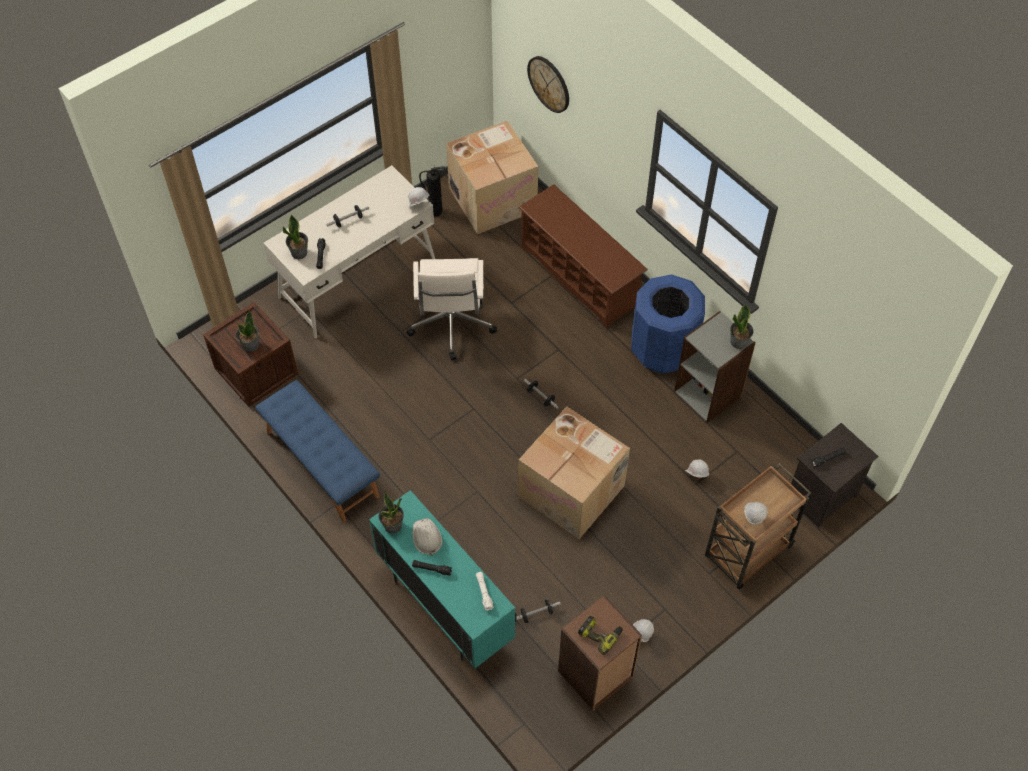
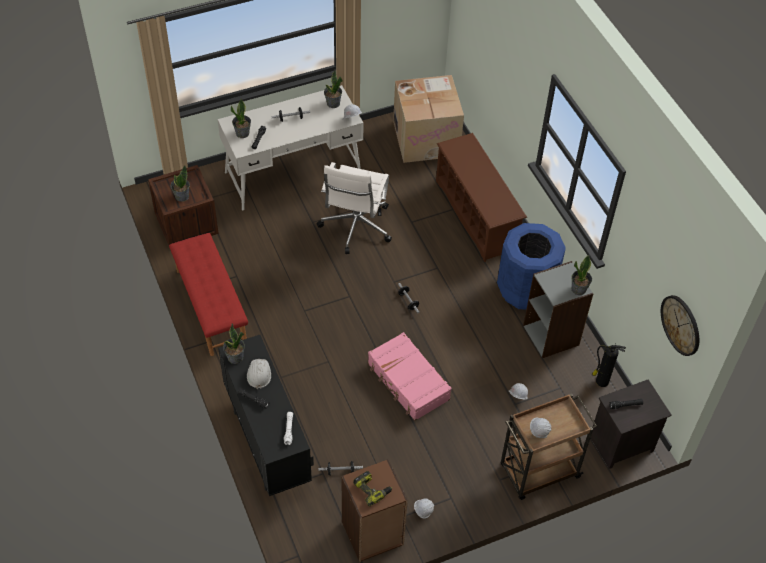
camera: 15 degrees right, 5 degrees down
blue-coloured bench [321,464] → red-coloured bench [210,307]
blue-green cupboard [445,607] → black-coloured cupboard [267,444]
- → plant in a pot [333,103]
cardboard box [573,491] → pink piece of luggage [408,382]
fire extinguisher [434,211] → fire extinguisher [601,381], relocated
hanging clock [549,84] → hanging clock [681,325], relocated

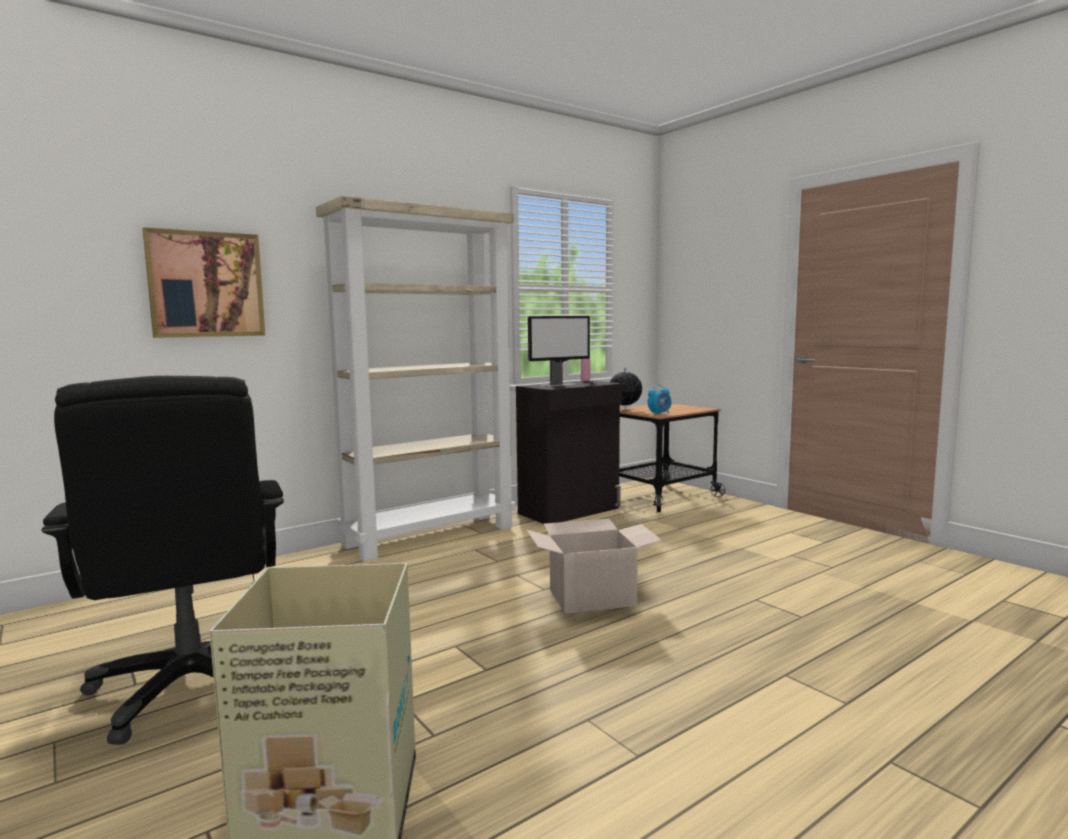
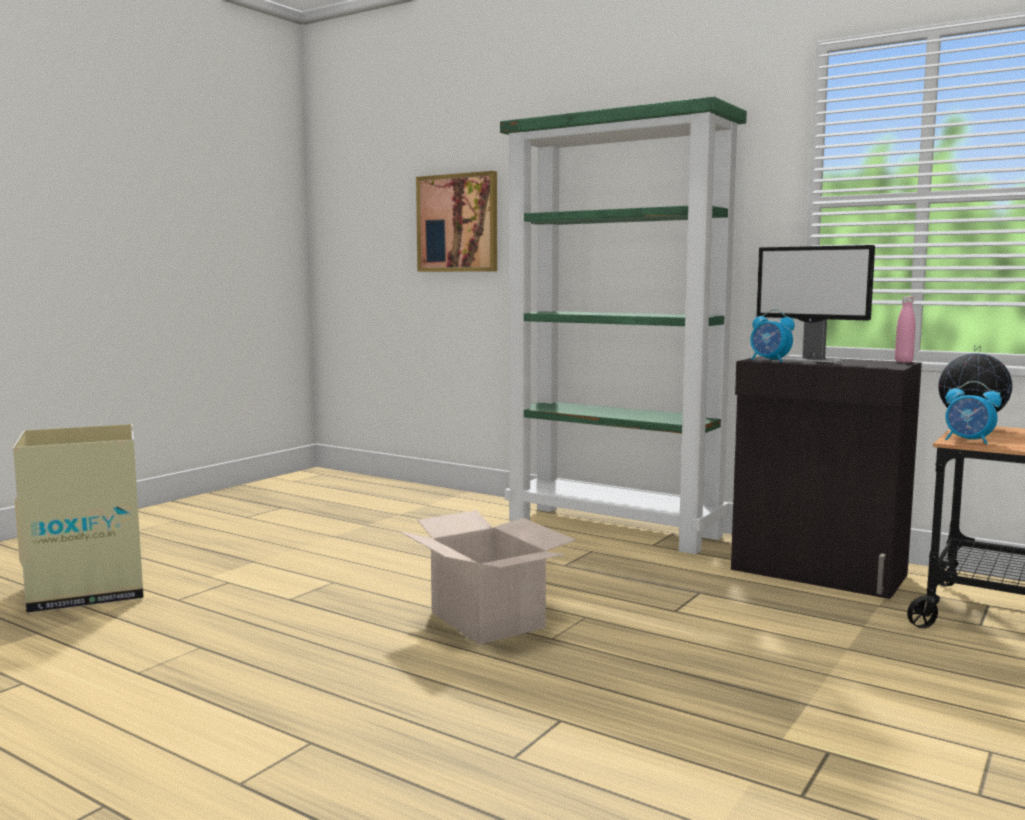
camera: 70 degrees right, 0 degrees up
beige-coloured bookshelf [431,535] → green-coloured bookshelf [615,528]
- → bedside clock [770,361]
black-coloured computer chair [192,685] → -

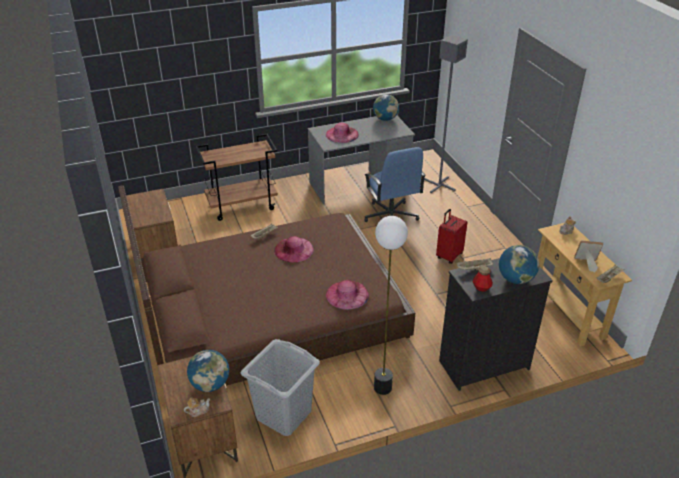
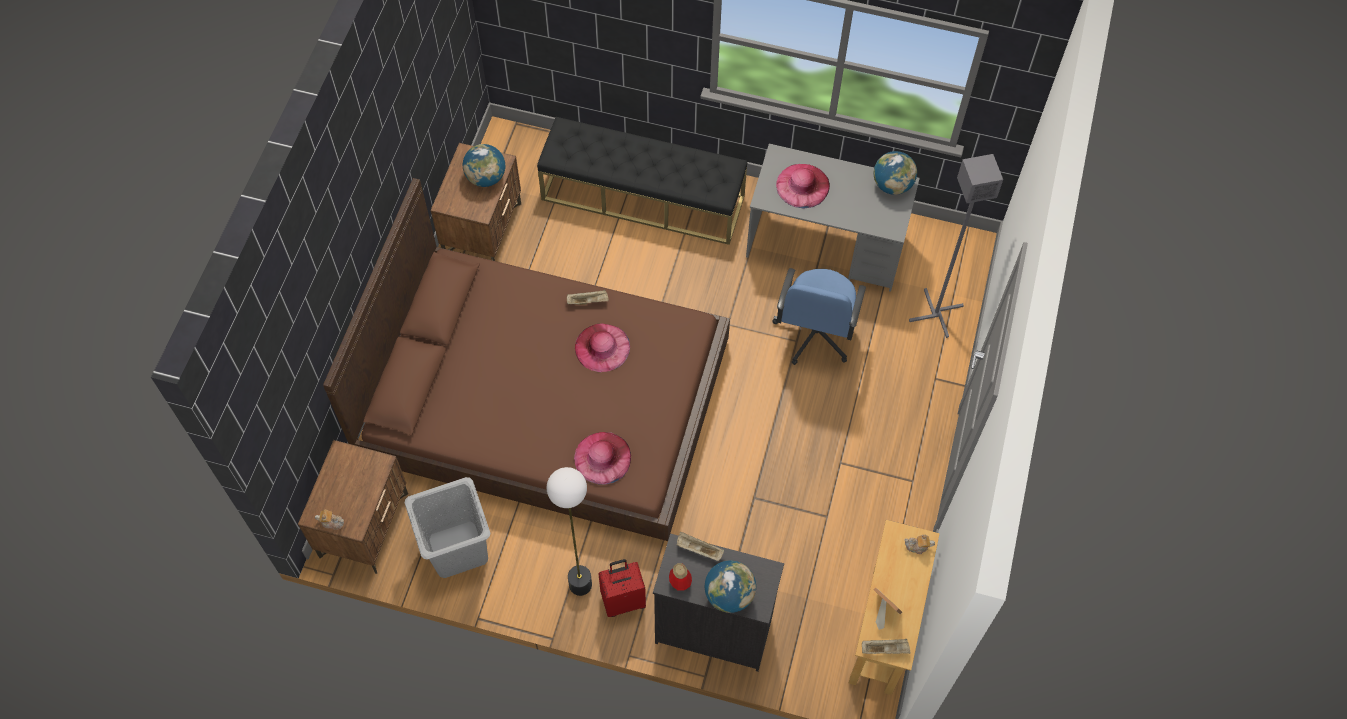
camera: 35 degrees right, 25 degrees up
world globe [210,384] → world globe [486,177], relocated
brown-coloured cart [242,205] → black-coloured bench [643,197]
red-coloured piece of luggage [449,256] → red-coloured piece of luggage [623,600], relocated

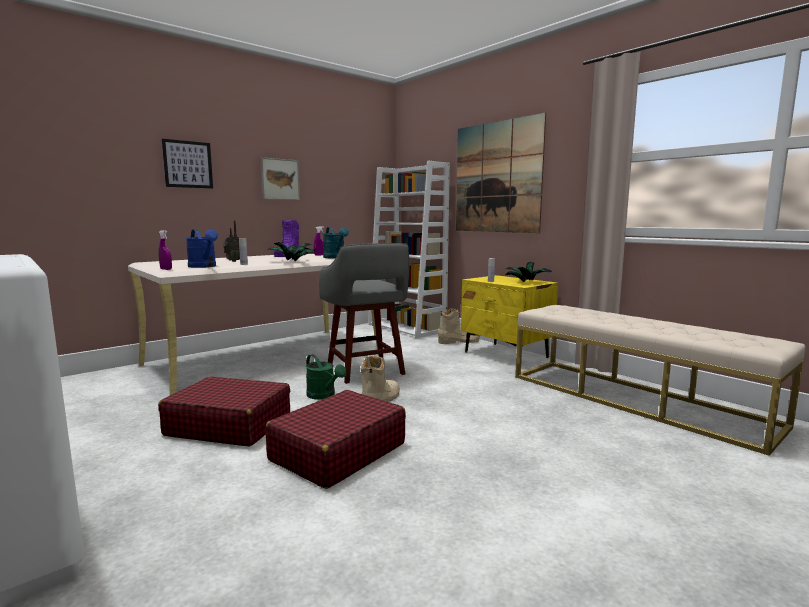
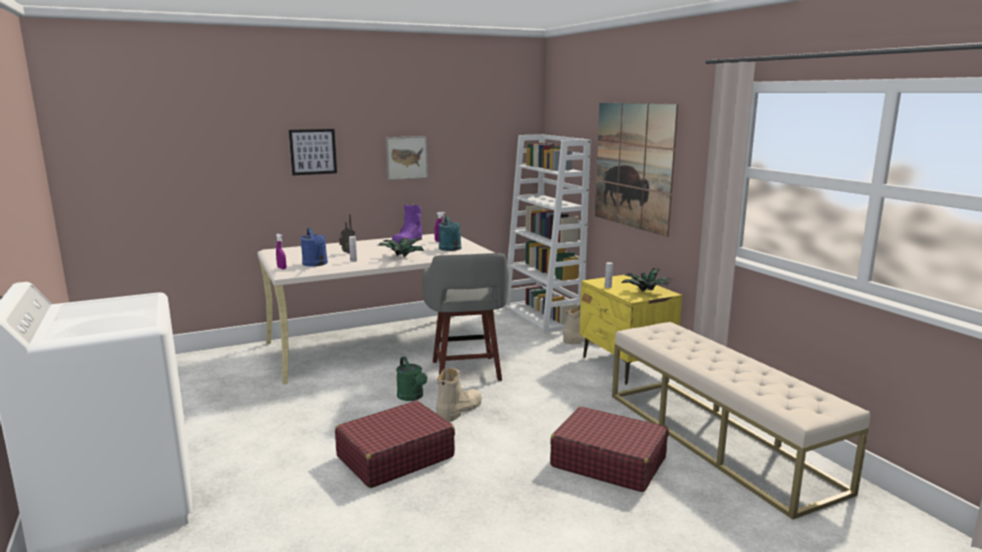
camera: 15 degrees right, 5 degrees up
red-coloured piece of luggage [229,425] → red-coloured piece of luggage [608,462], relocated

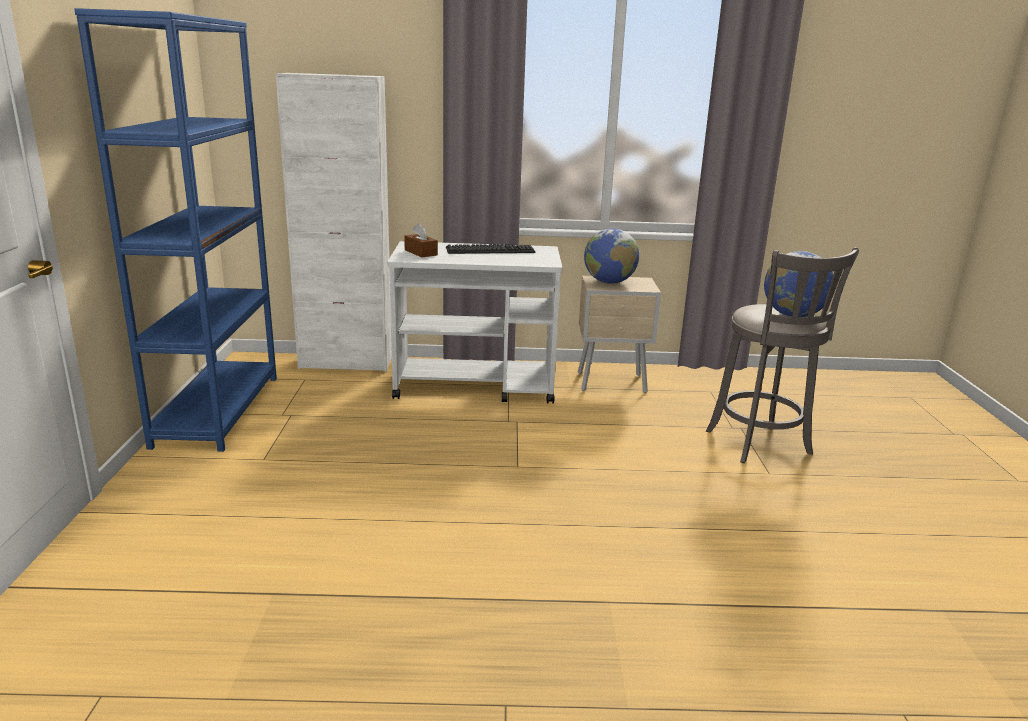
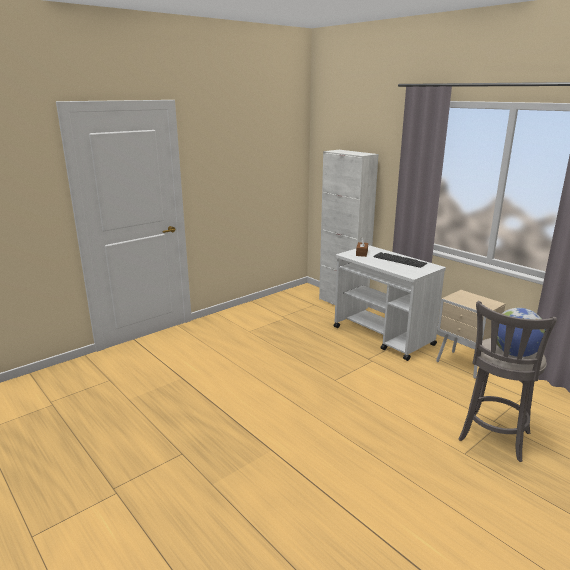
camera: 50 degrees right, 0 degrees up
blue-coloured bookshelf [218,410] → -
world globe [609,282] → -

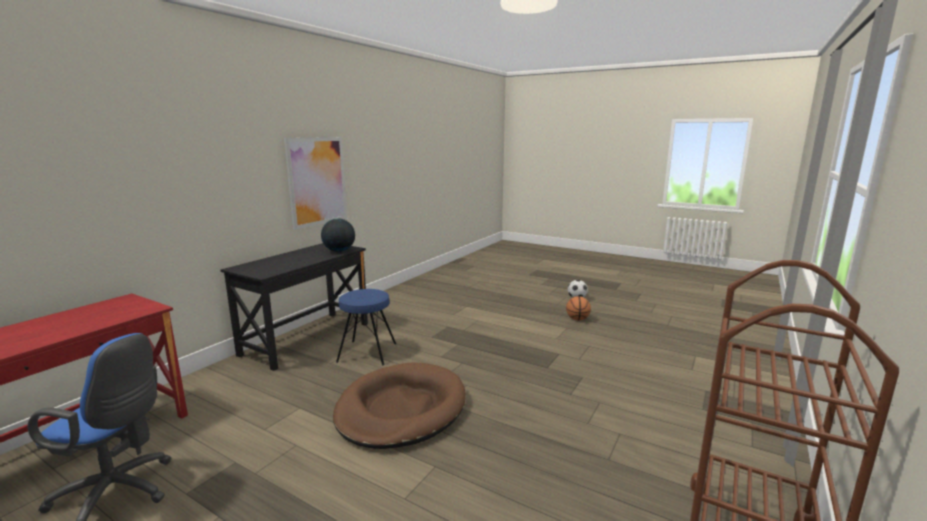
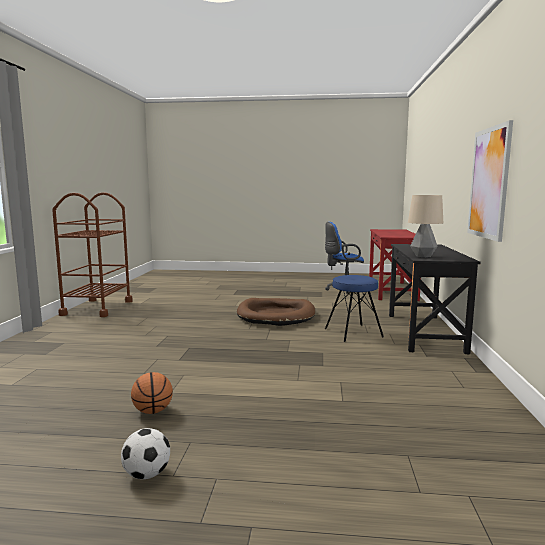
camera: 155 degrees right, 5 degrees down
world globe [339,251] → table lamp [423,256]

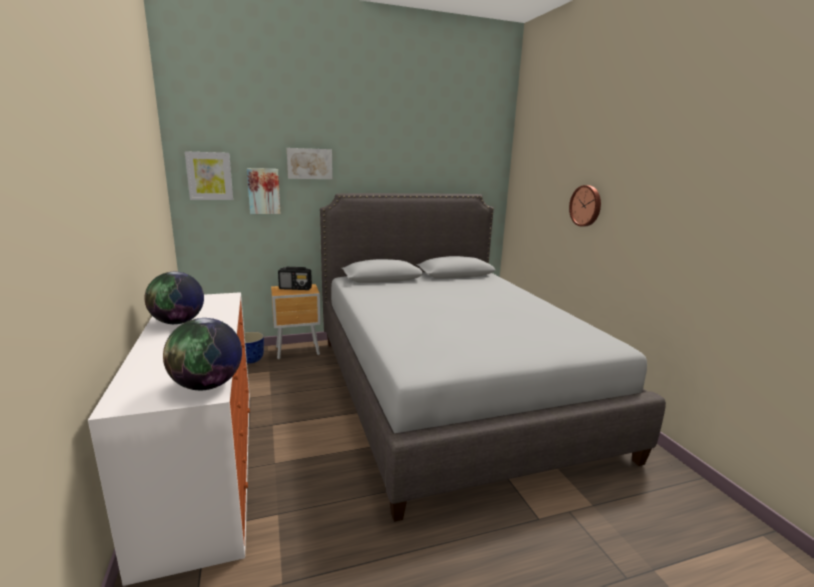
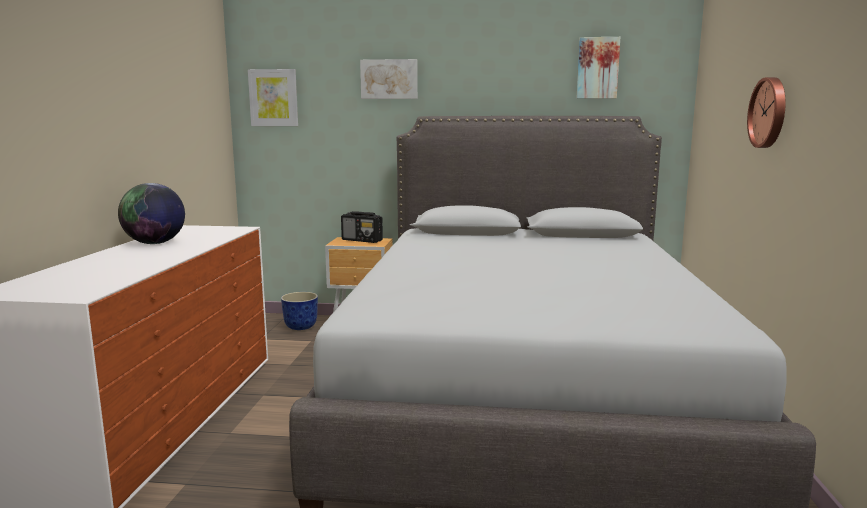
camera: 25 degrees right, 5 degrees down
wall picture [264,191] → wall picture [597,68], relocated
world globe [207,385] → -

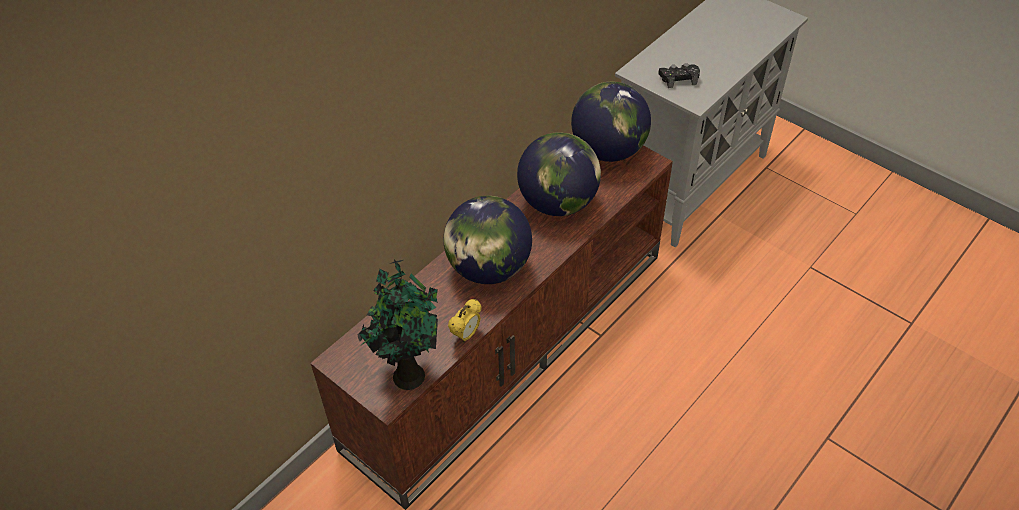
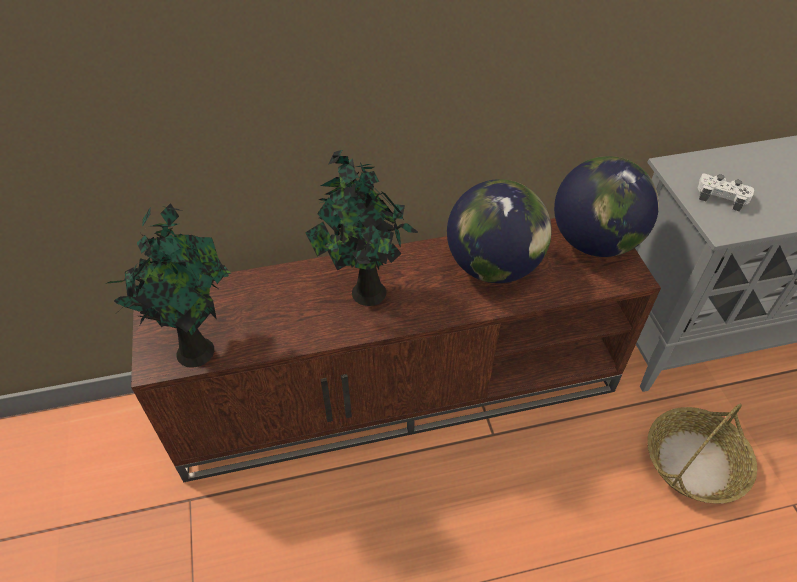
camera: 35 degrees right, 0 degrees up
world globe [488,268] → plant in a pot [365,292]
- → basket [694,463]
black-coloured joypad [678,78] → whitish joypad [722,195]
bedside clock [466,335] → -

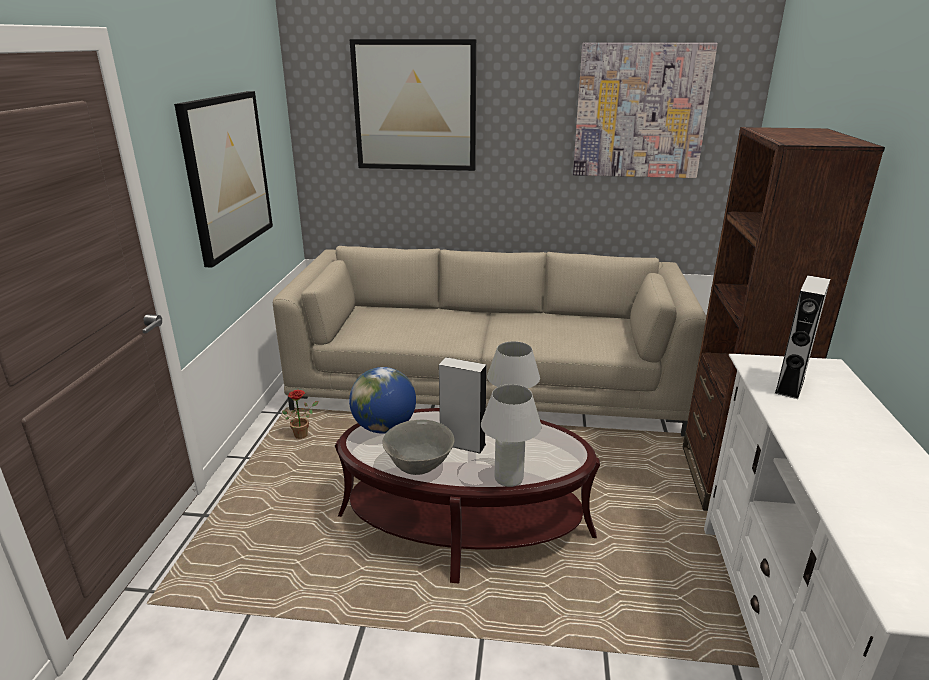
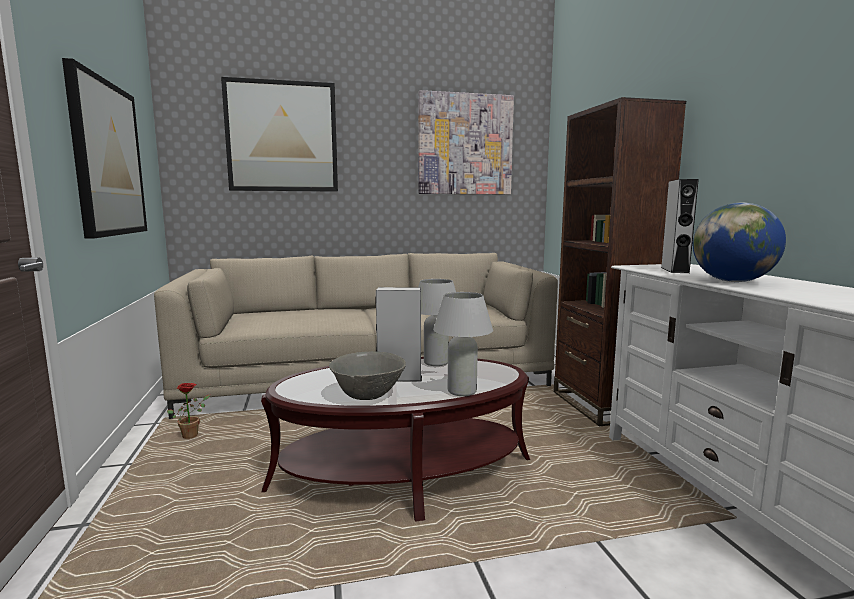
camera: 20 degrees left, 15 degrees down
world globe [384,427] → world globe [732,281], relocated

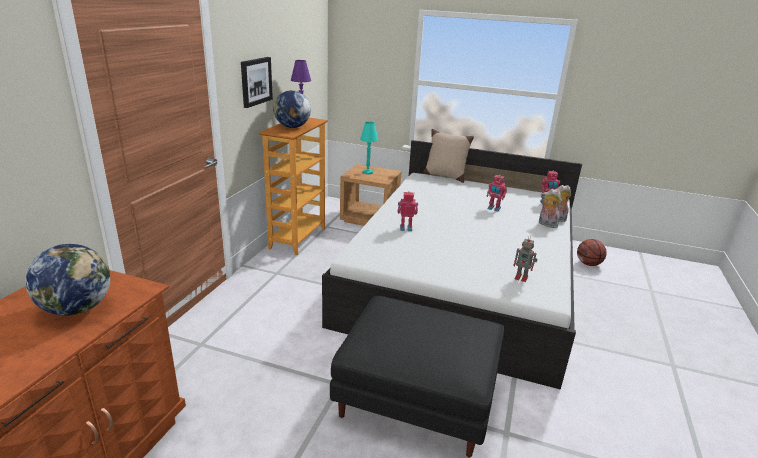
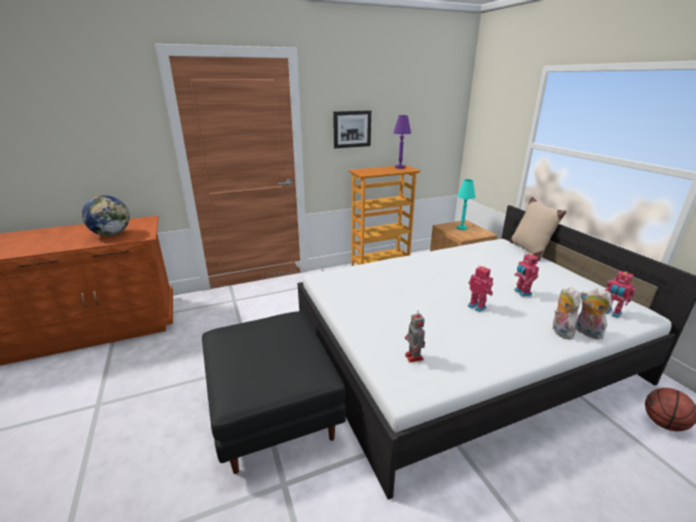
camera: 50 degrees right, 0 degrees up
robot figure [406,228] → robot figure [477,306], relocated
world globe [292,127] → -

